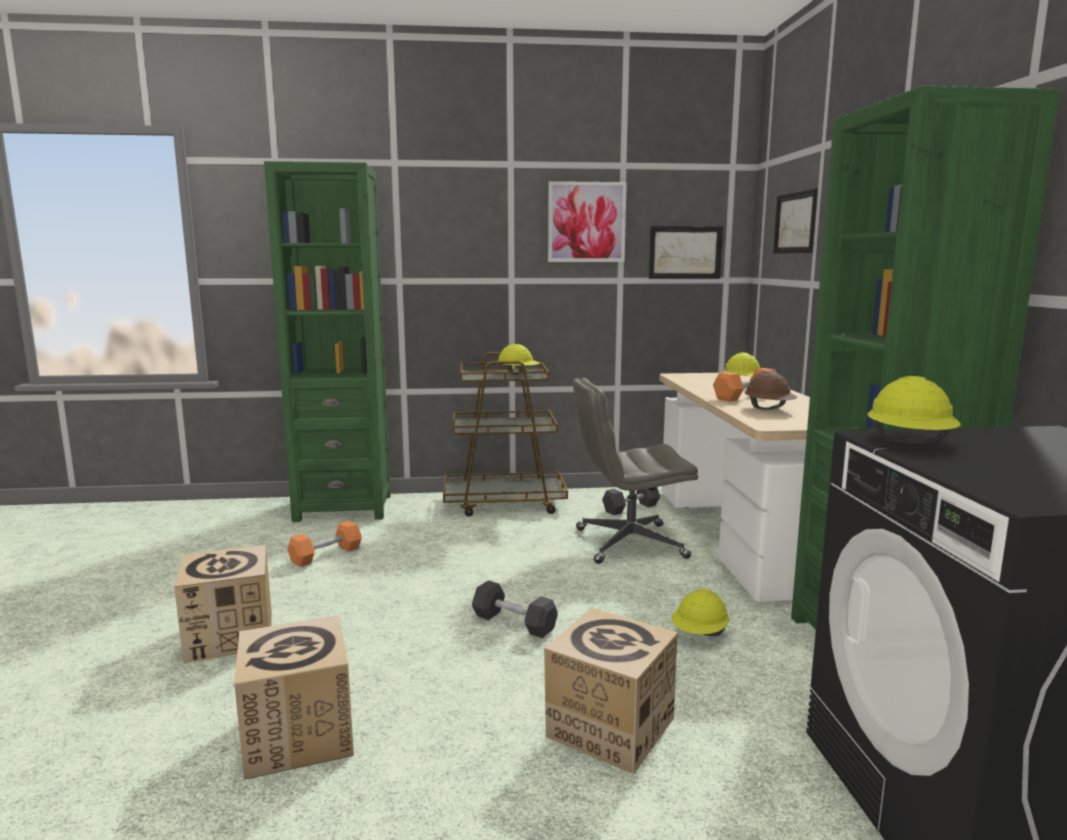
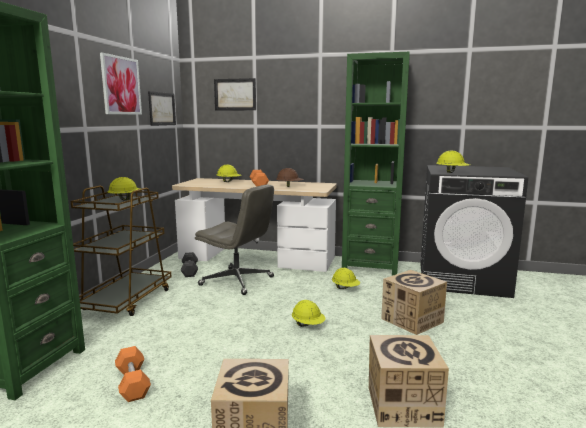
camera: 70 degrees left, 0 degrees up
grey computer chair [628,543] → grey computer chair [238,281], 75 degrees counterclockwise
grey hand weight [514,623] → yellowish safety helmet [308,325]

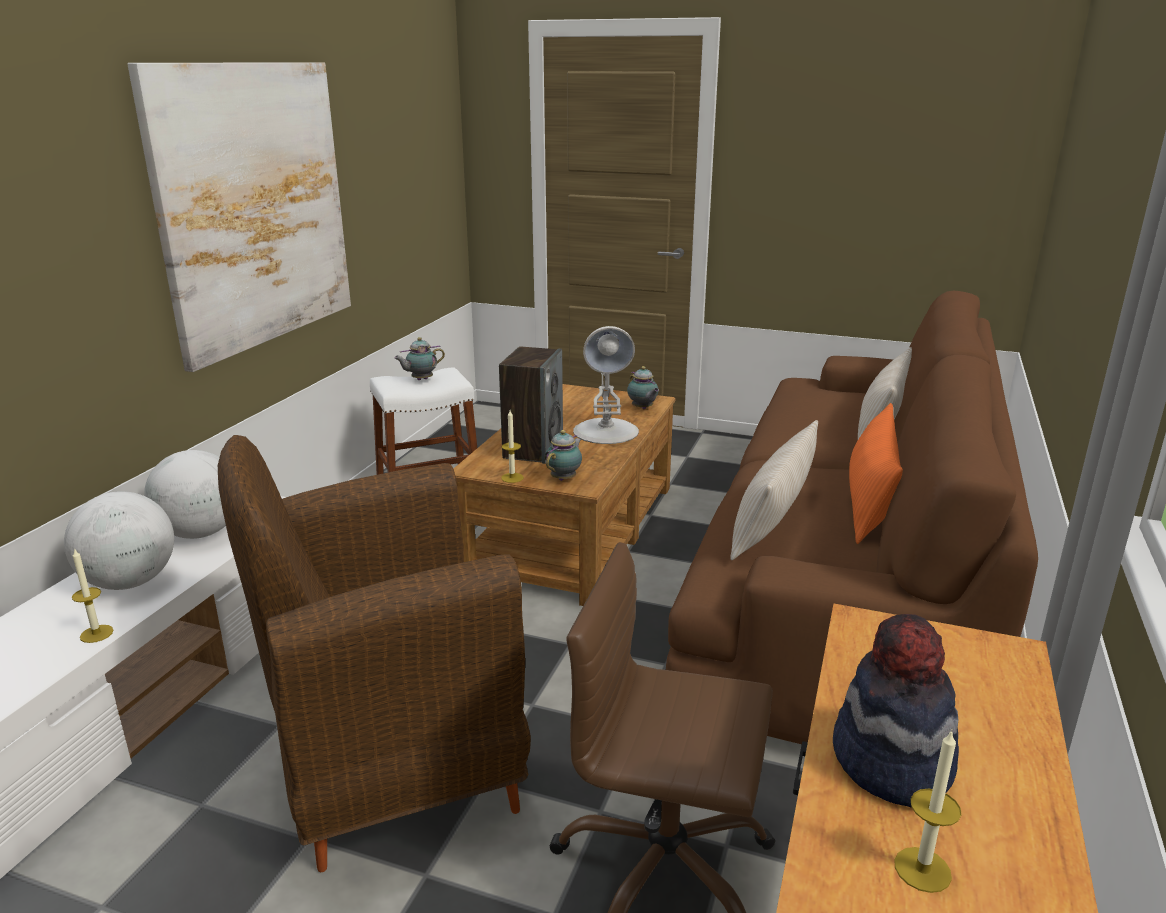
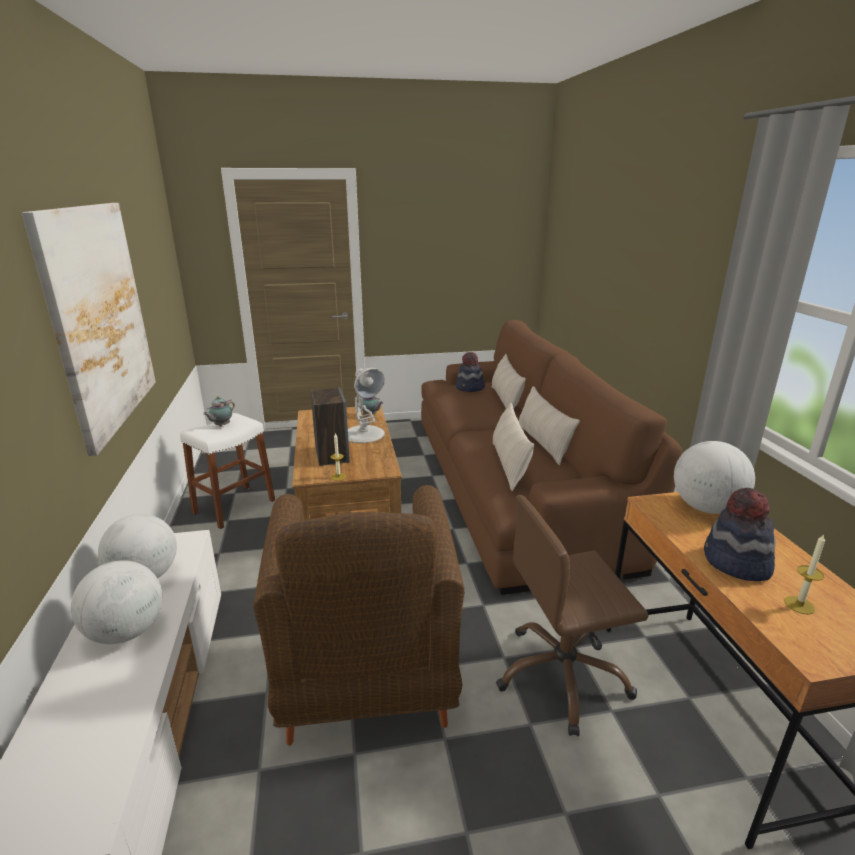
camera: 30 degrees left, 0 degrees up
brown-coloured easy chair [393,765] → brown-coloured easy chair [366,684], 45 degrees counterclockwise
- → wearable hat [470,388]
orange-coloured cushion [869,505] → beige-coloured cushion [543,443]
- → world globe [706,508]
wax light [96,634] → -
pot for tea [564,478] → -

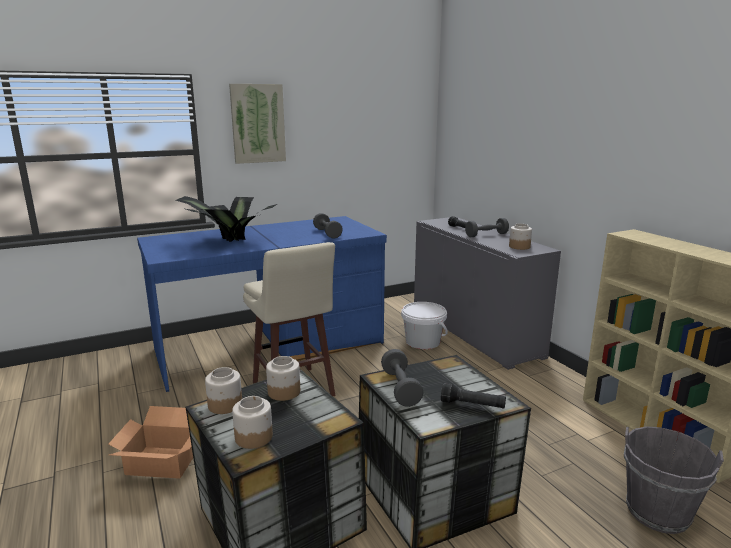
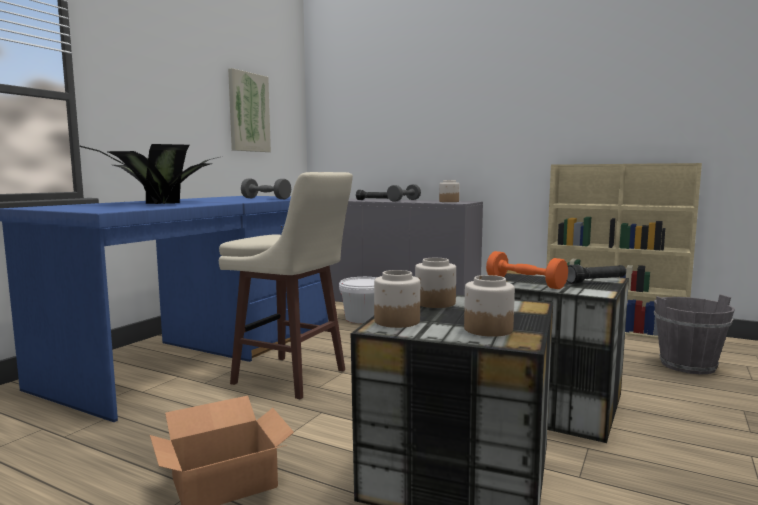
camera: 35 degrees left, 10 degrees down
wall picture [258,123] → wall picture [248,112], relocated
grey hand weight [400,388] → orange-coloured hand weight [525,283]

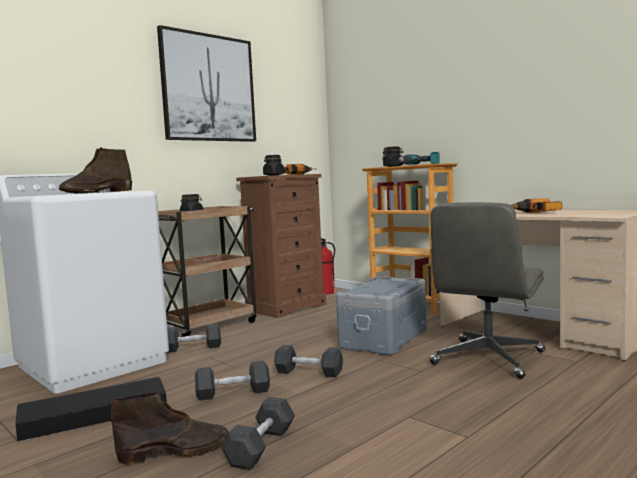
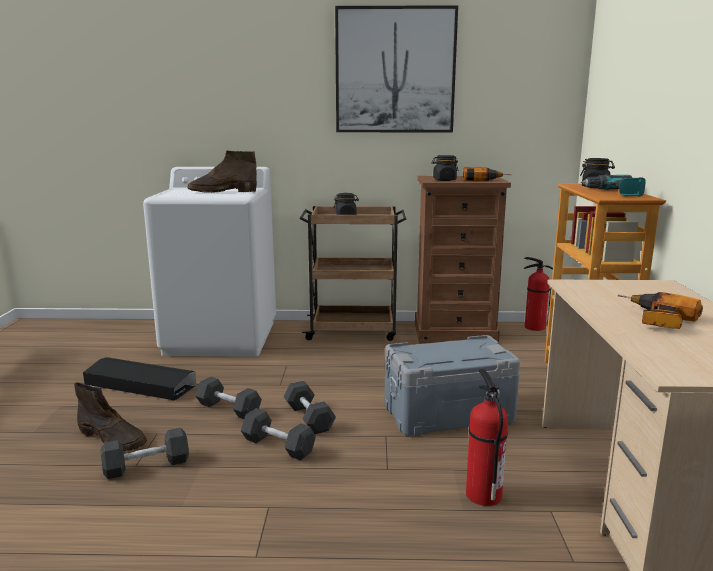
camera: 45 degrees right, 10 degrees up
grey hand weight [192,348] → grey hand weight [278,446], relocated
grey computer chair [488,358] → fire extinguisher [482,494]

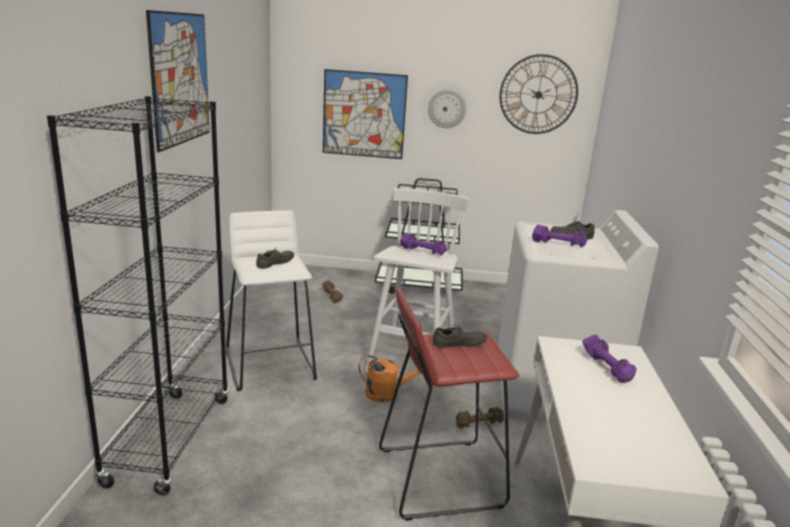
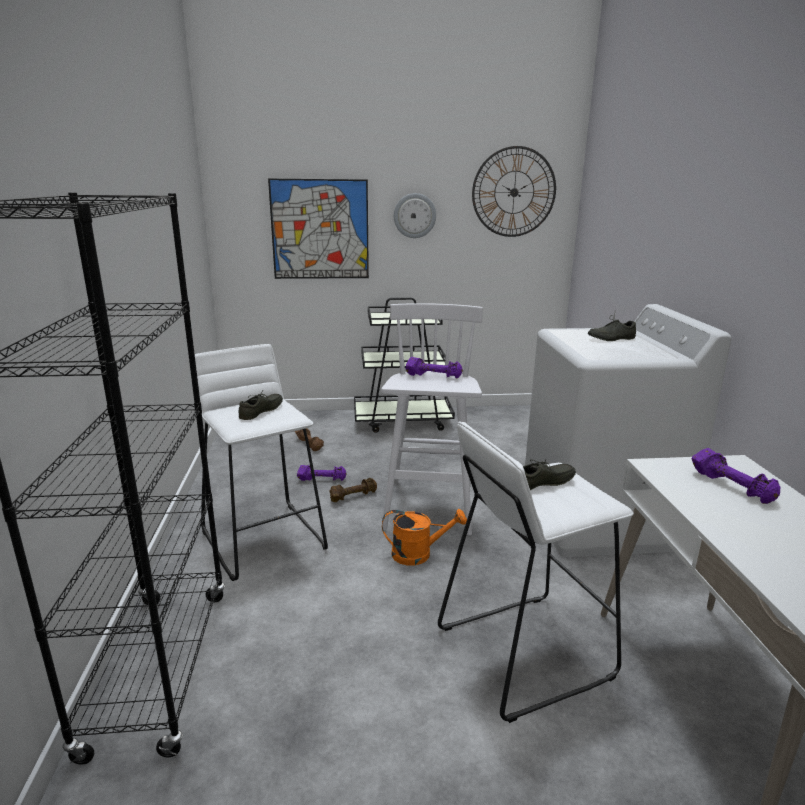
camera: 10 degrees left, 0 degrees up
purplish hand weight [558,244] → purplish hand weight [322,479], relocated
brown-coloured hand weight [478,424] → brown-coloured hand weight [353,496], relocated
red-coloured stool seat [438,477] → whitish stool seat [522,652]
wall picture [180,79] → -

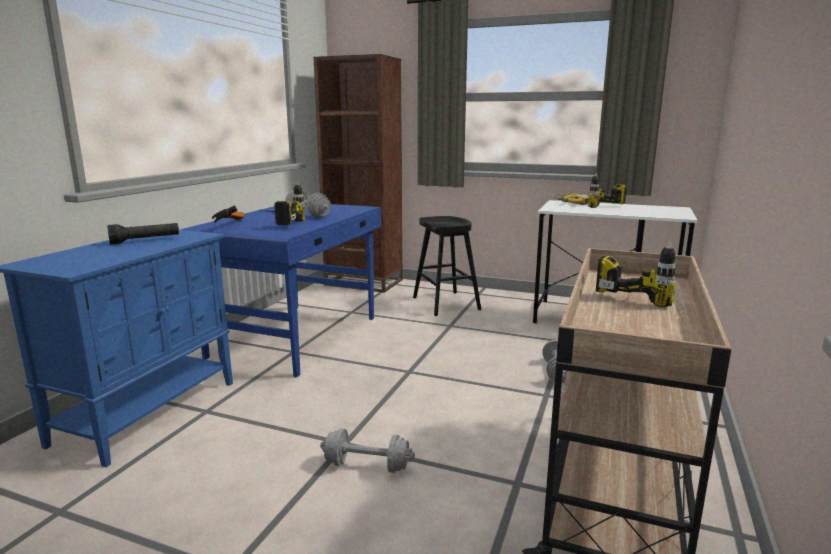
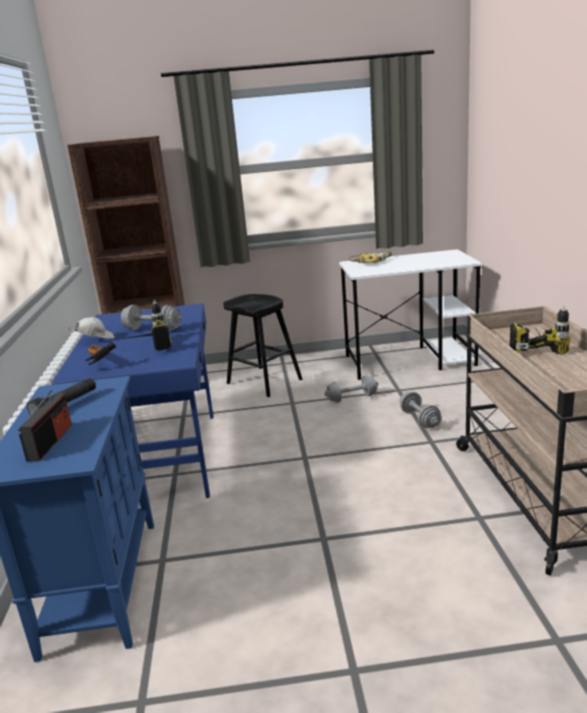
camera: 25 degrees left, 5 degrees up
- → radio set [50,442]
- → whitish baseball cap [95,340]
grey hand weight [367,465] → grey hand weight [352,398], relocated
power drill [612,209] → -

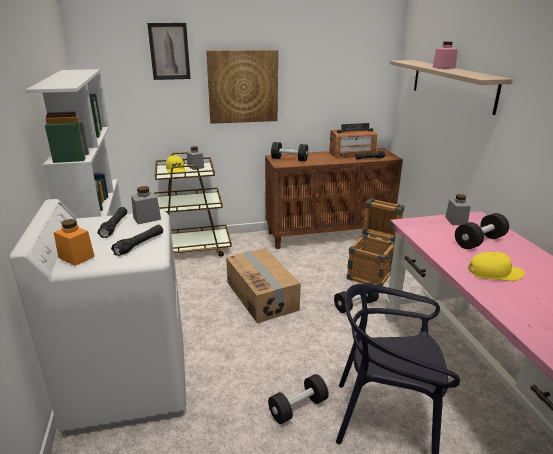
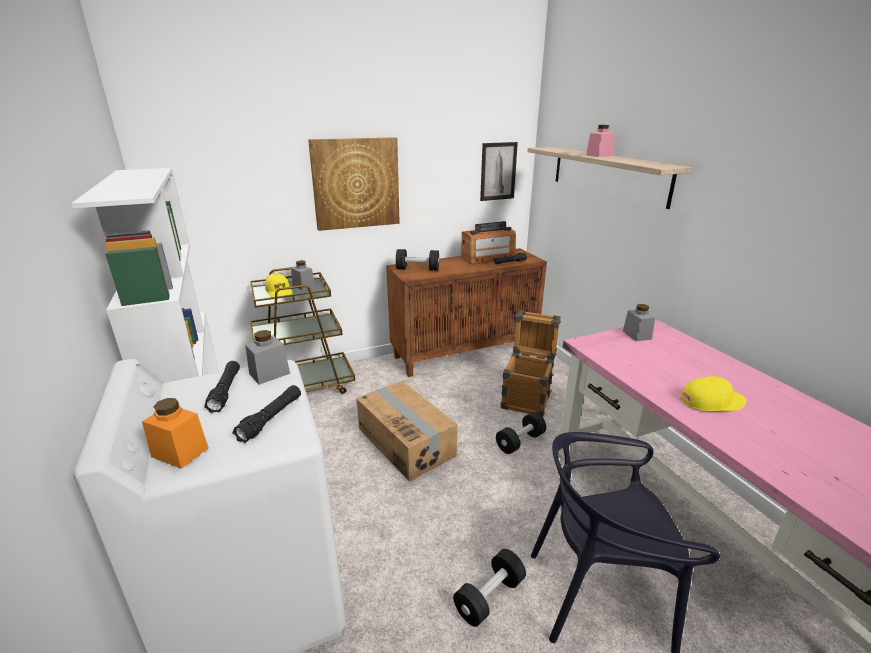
camera: 10 degrees left, 0 degrees up
wall picture [169,51] → wall picture [498,171], relocated
black-coloured hand weight [479,241] → -

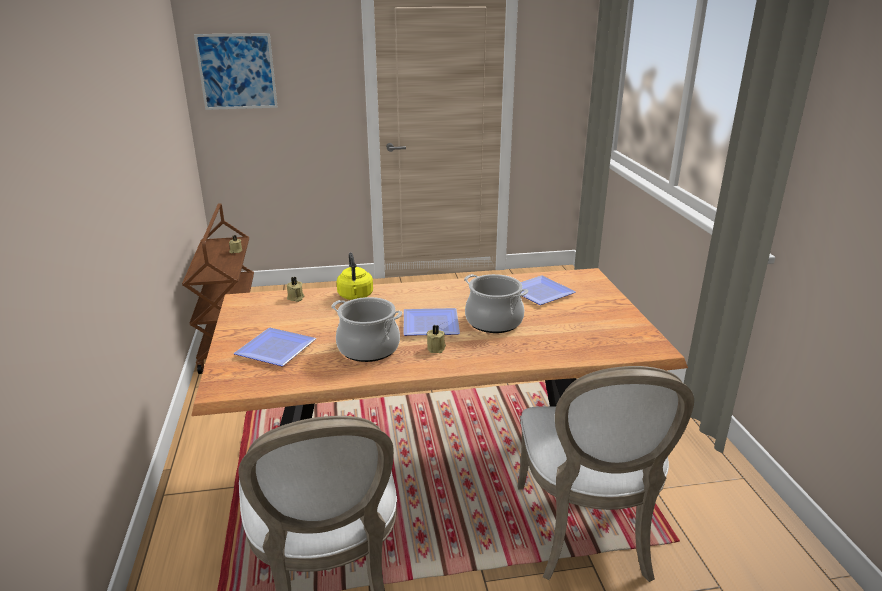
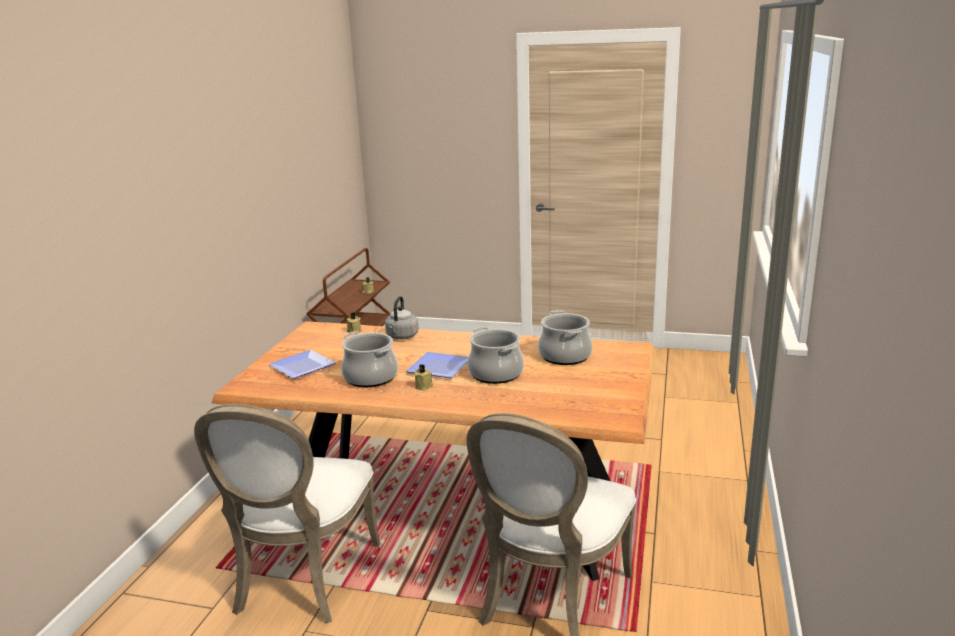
camera: 25 degrees right, 5 degrees down
yellowish water kettle [355,296] → grey water kettle [401,337]
flat dish [538,292] → cooking pot [564,356]
wall picture [237,71] → -

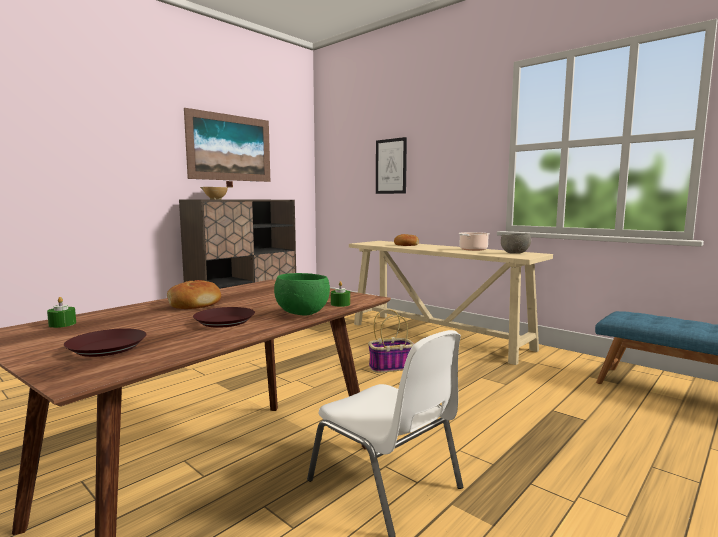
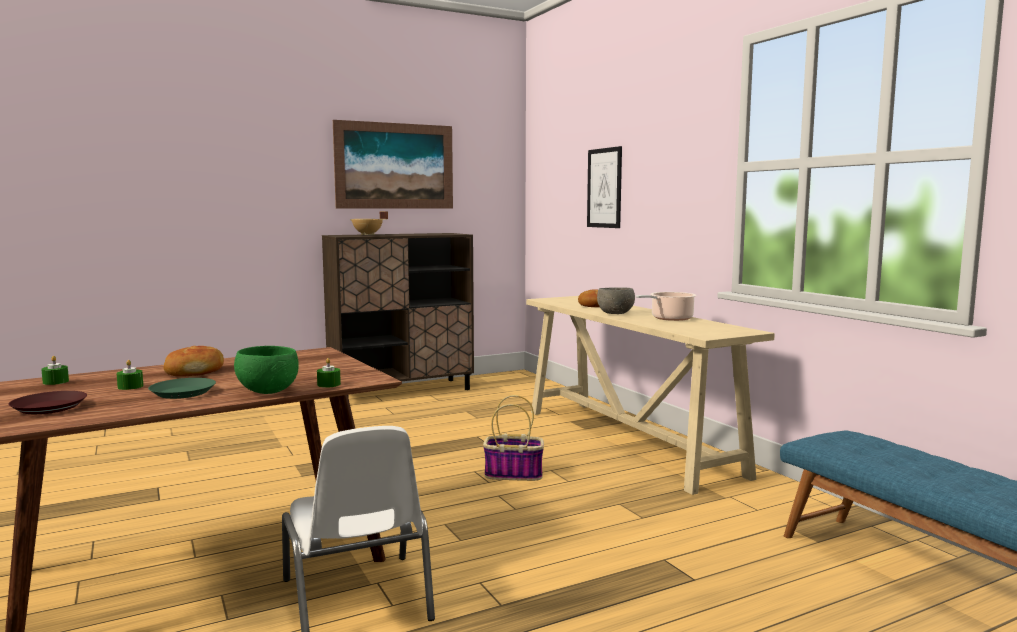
camera: 20 degrees right, 0 degrees up
- → green-coloured wax light [130,386]
brown-coloured flat dish [224,321] → green-coloured flat dish [183,392]
grey serving bowl [515,253] → grey serving bowl [616,314], relocated

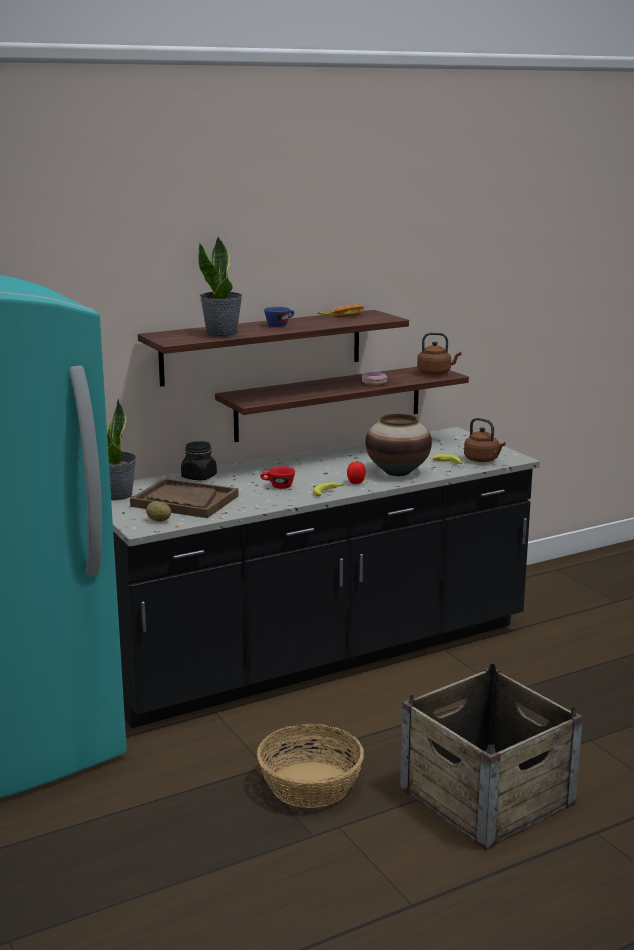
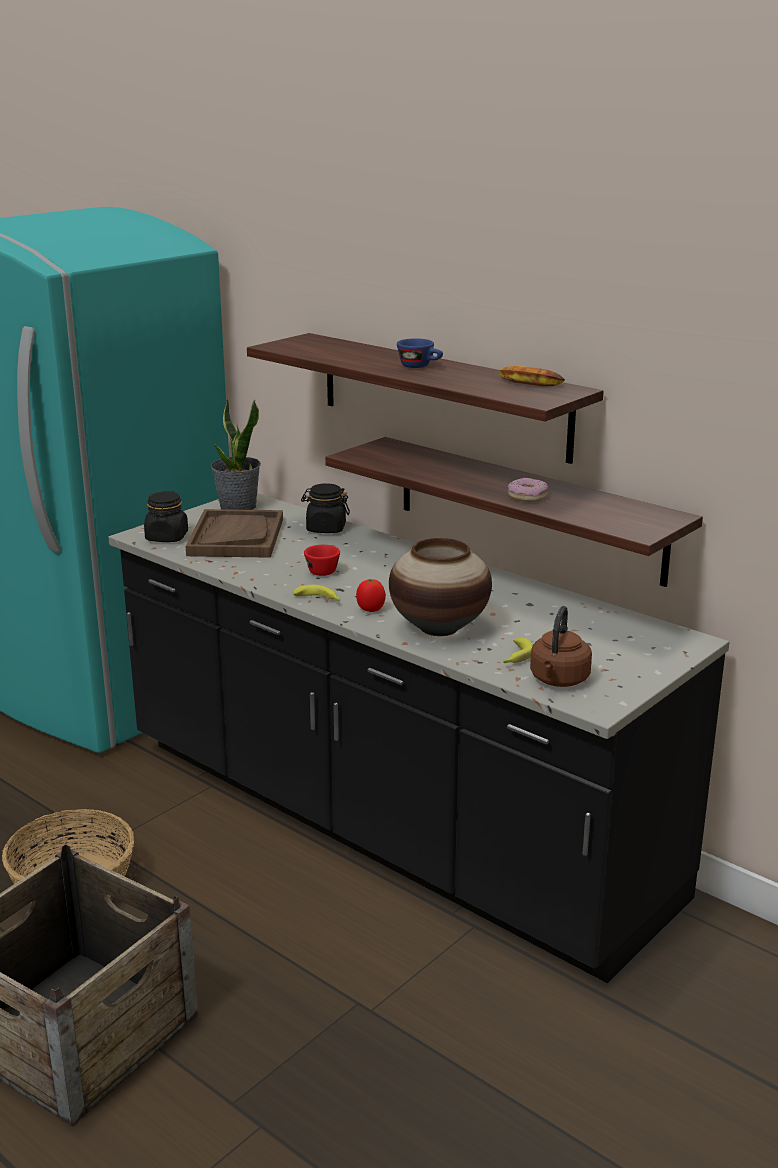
camera: 70 degrees right, 5 degrees up
potato [159,520] → black-coloured jar [167,537]
plant in a pot [222,333] → -
brown-coloured water kettle [436,373] → -

